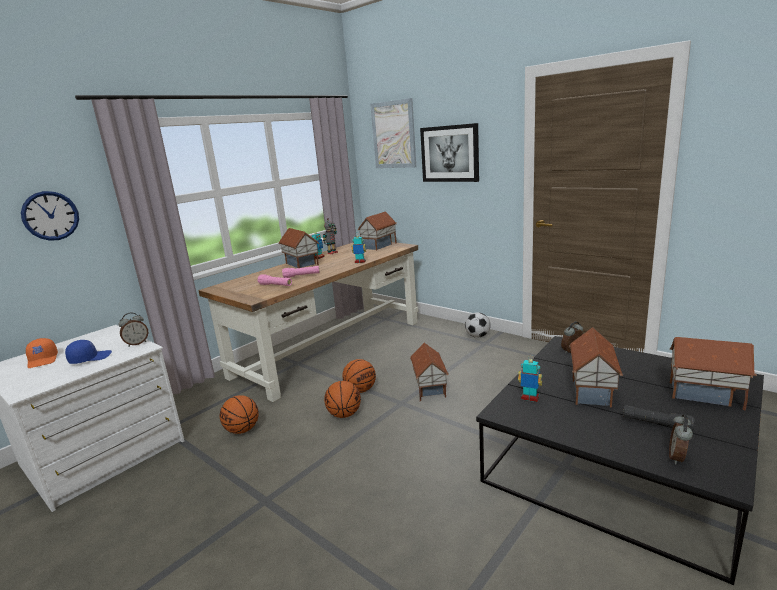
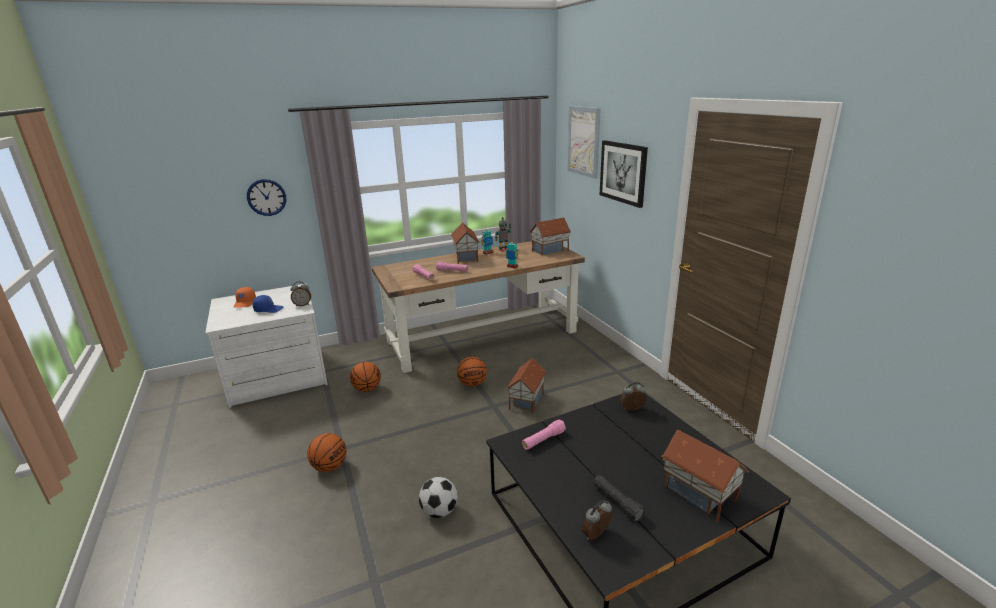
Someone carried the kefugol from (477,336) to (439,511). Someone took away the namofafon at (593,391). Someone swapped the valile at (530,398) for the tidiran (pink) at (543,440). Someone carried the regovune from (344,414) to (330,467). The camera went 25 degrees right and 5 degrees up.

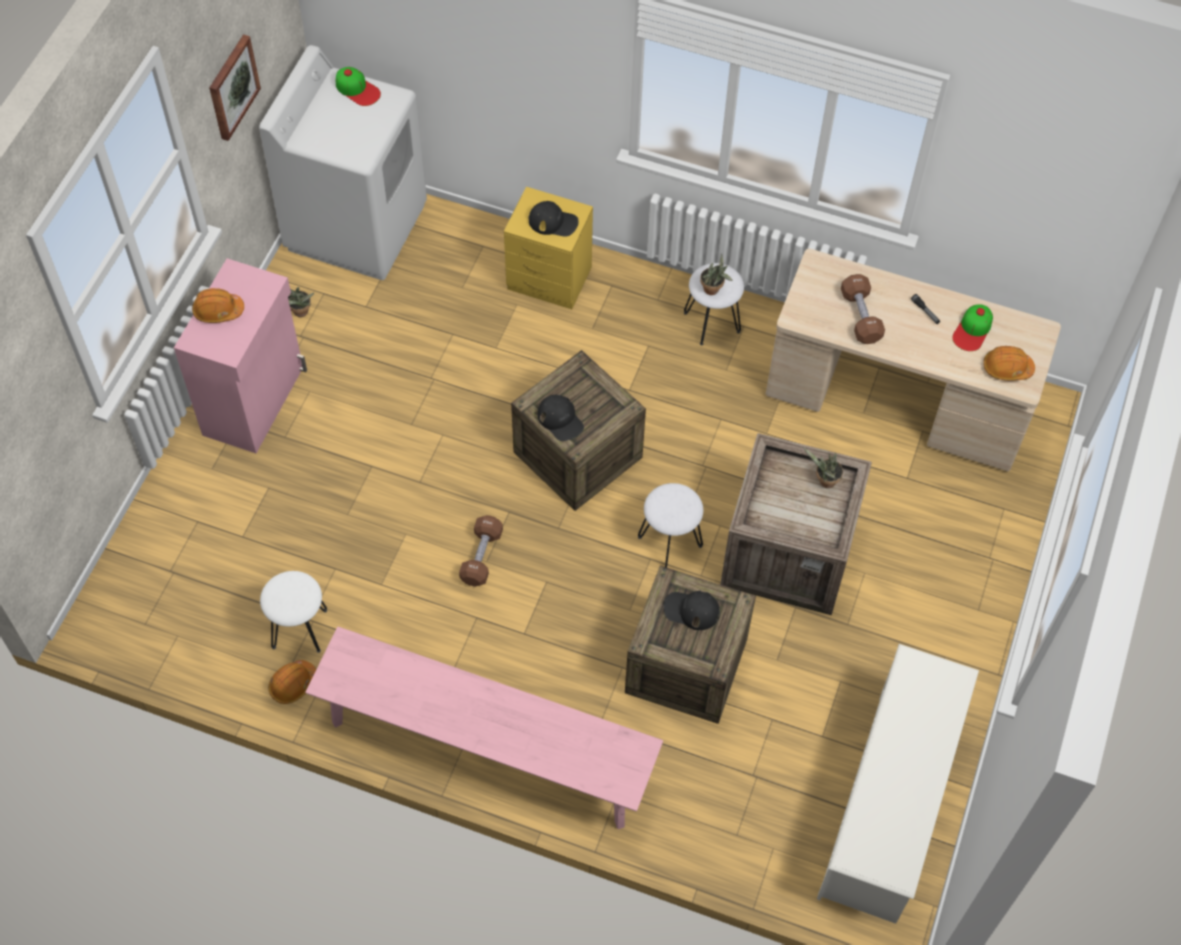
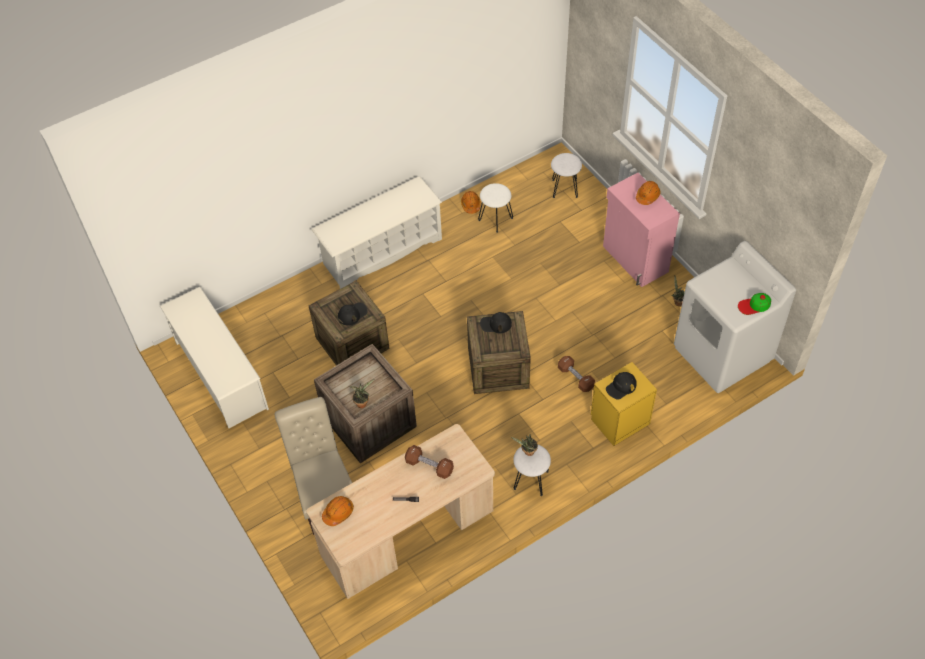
Someone took away the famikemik at (232,87). Someone took away the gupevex at (972,330). Someone carried the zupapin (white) from (669,541) to (565,188). Someone carried the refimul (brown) from (481,556) to (575,378). Someone swapped the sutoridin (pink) at (486,750) for the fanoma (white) at (382,251). Someone put down the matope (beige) at (325,495). The camera went 130 degrees right and 5 degrees down.

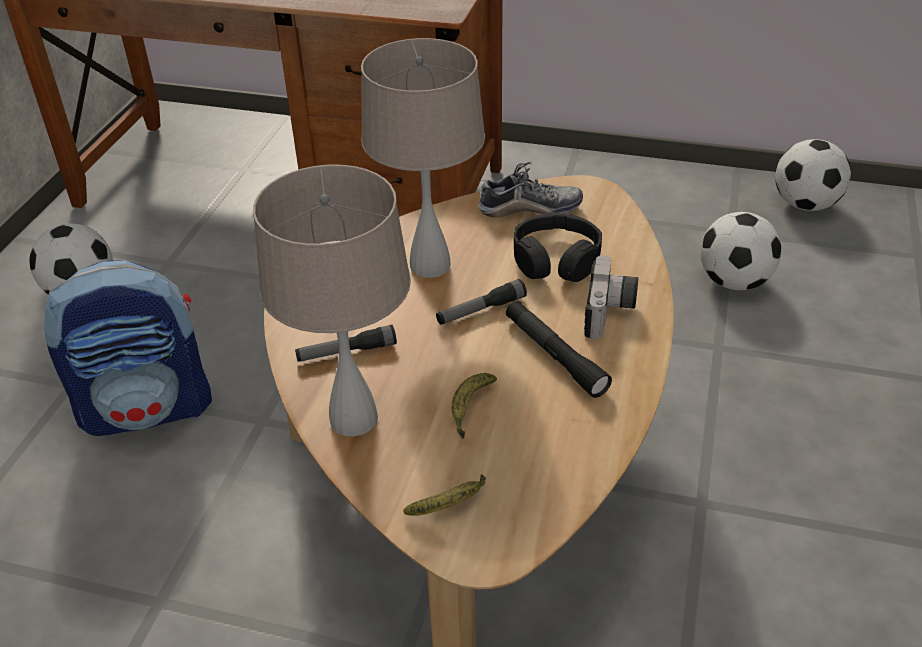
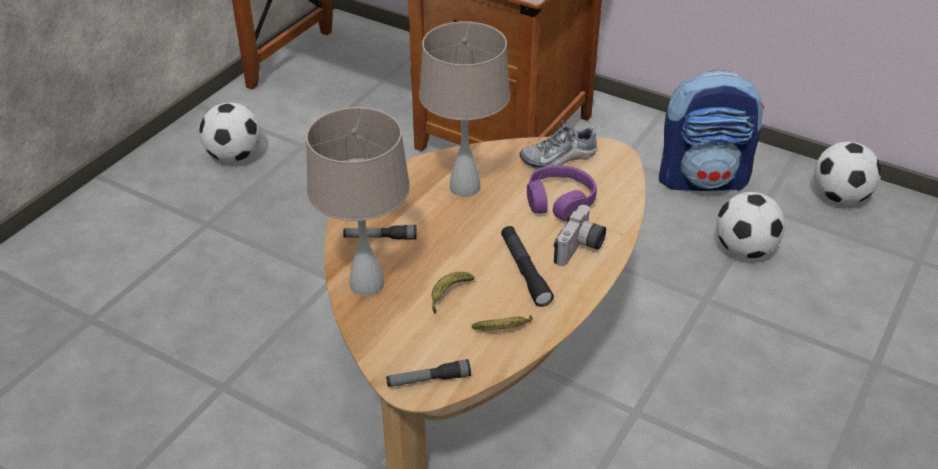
Someone rotated the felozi at (530,208) by 150 degrees clockwise. Someone repainted the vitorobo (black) at (556,260), which became the vitorobo (purple) at (559,201). Someone carried the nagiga from (149,408) to (703,179). Someone carried the tidiran from (481,310) to (428,380). Someone carried the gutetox from (450,505) to (504,329). The camera went 15 degrees right and 0 degrees up.

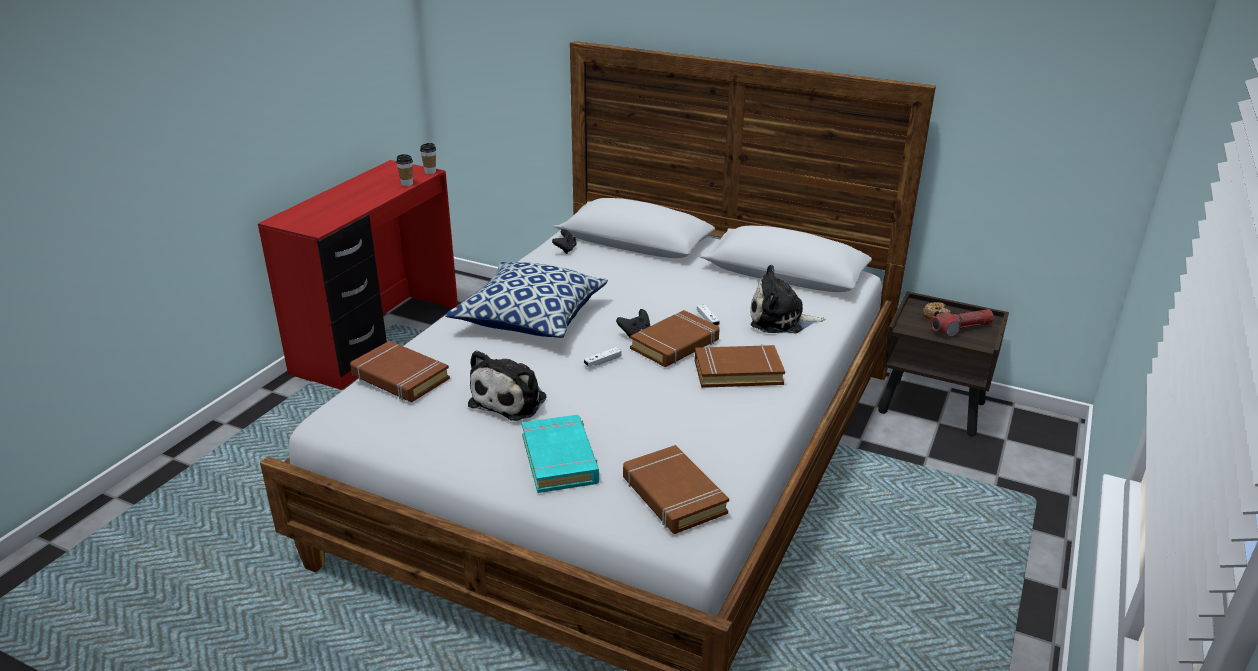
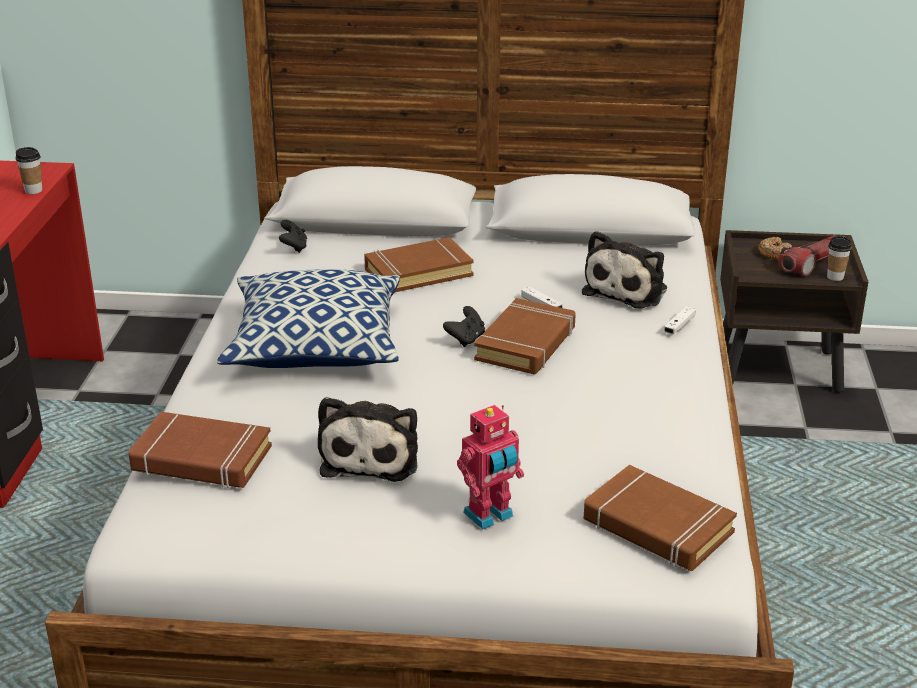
Someone carried the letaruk from (430,172) to (835,277). Someone rotated the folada at (780,320) by 45 degrees counterclockwise. Someone carried the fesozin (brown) from (738,372) to (418,272). Someone carried the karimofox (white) from (602,361) to (679,326). Someone swapped the fesozin (turquoise) at (560,459) for the valile at (490,516). The camera went 20 degrees left and 0 degrees up.

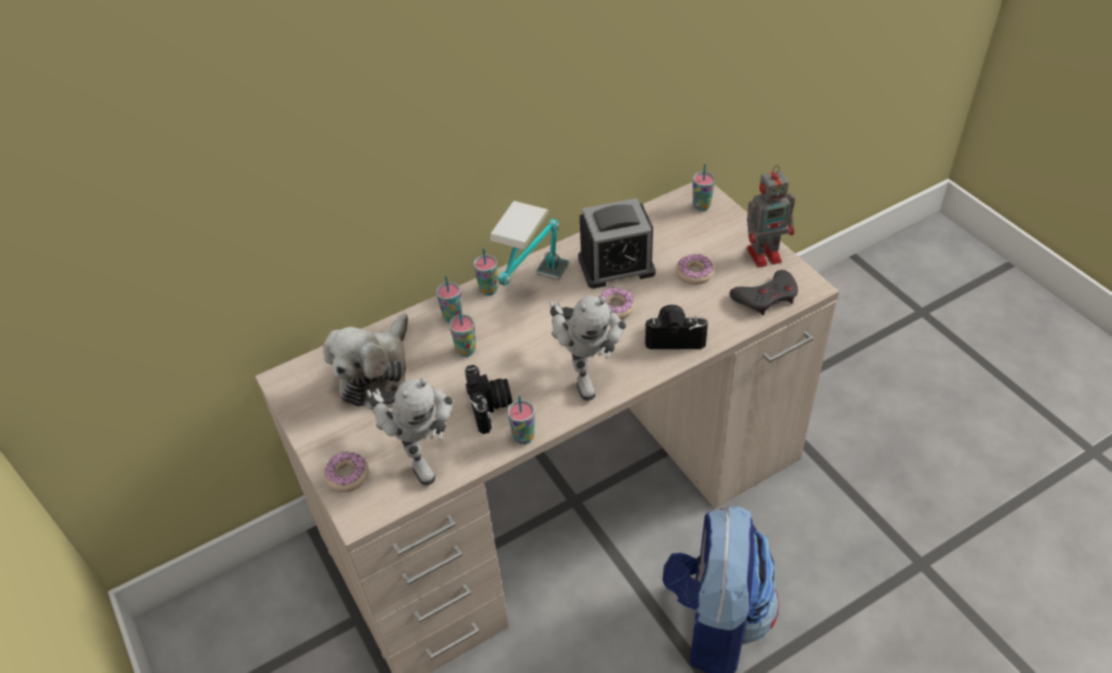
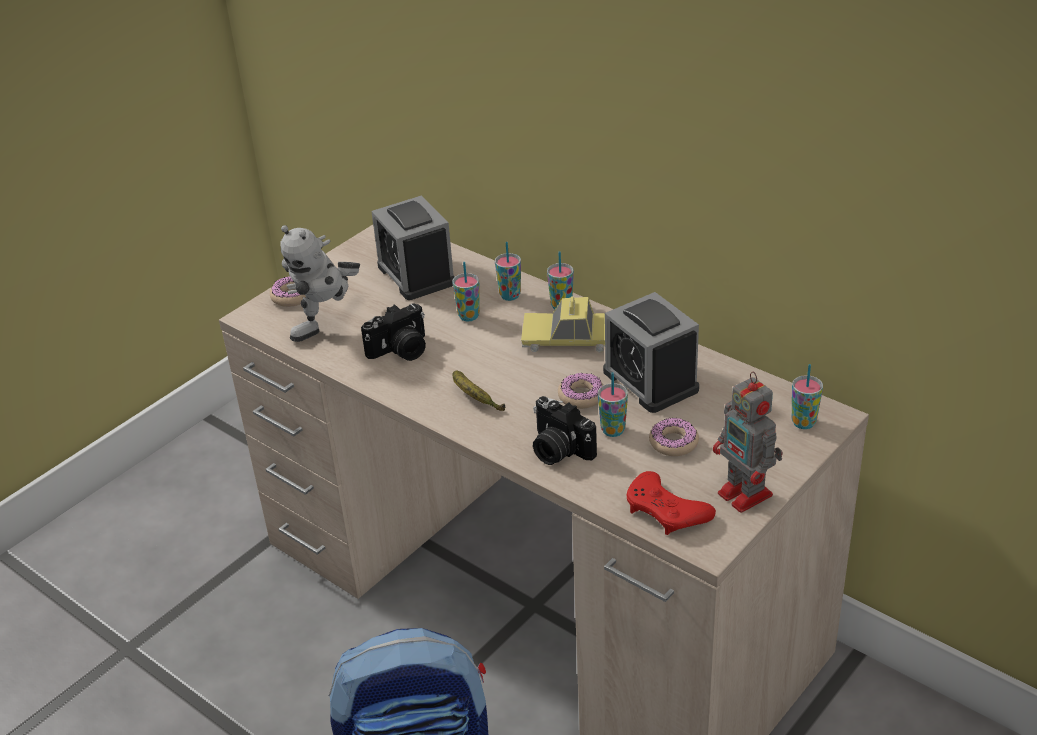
Someone swapped the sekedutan at (535,296) for the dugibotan at (568,338). Someone repainted the karimofox (grey) at (766,297), which became the karimofox (red) at (666,510). Someone swapped the valile at (585,372) for the gutetox at (474,398). Someone rotated the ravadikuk at (675,337) by 150 degrees clockwise. Someone swapped the folada at (376,373) for the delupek at (416,275). Someone carried the letaruk from (523,437) to (613,430). The camera went 70 degrees right and 10 degrees down.

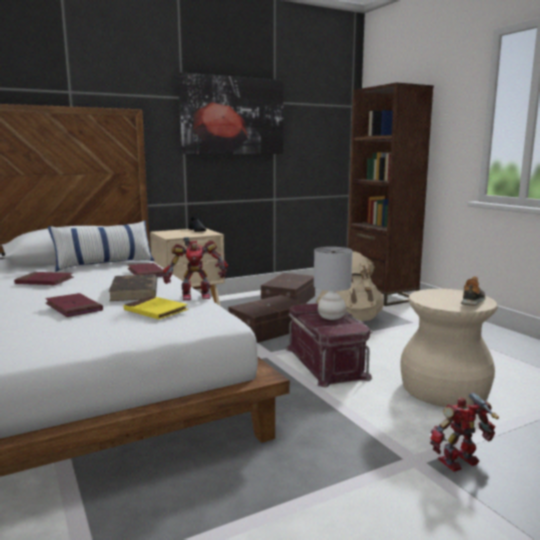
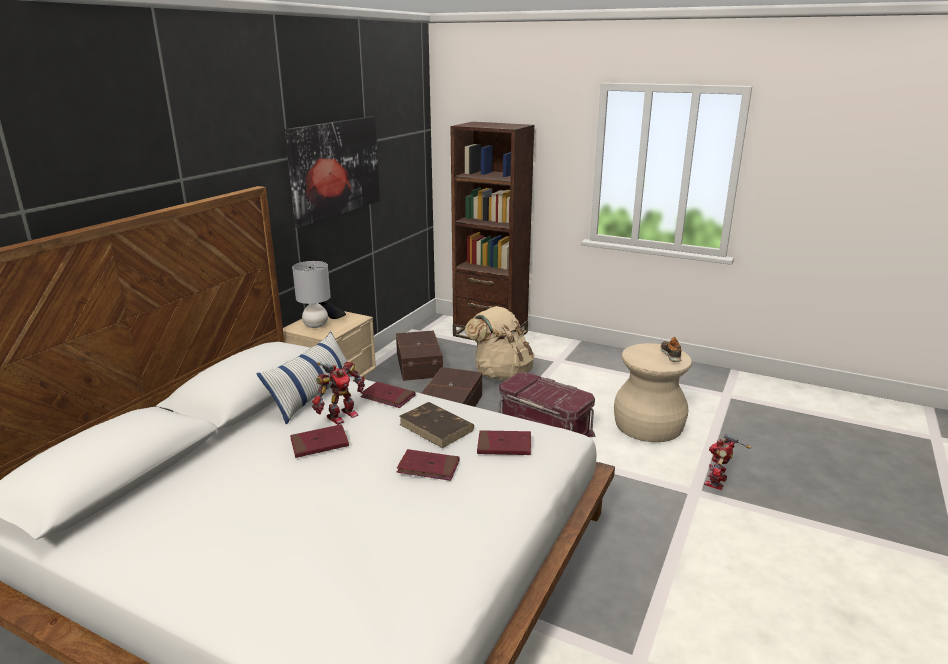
Someone carried the valile from (195,296) to (340,415). Someone carried the sekedutan (grey) from (331,317) to (316,325). Someone repainted the fesozin (yellow) at (155,311), which became the fesozin (red) at (504,446). The camera went 35 degrees left and 10 degrees up.

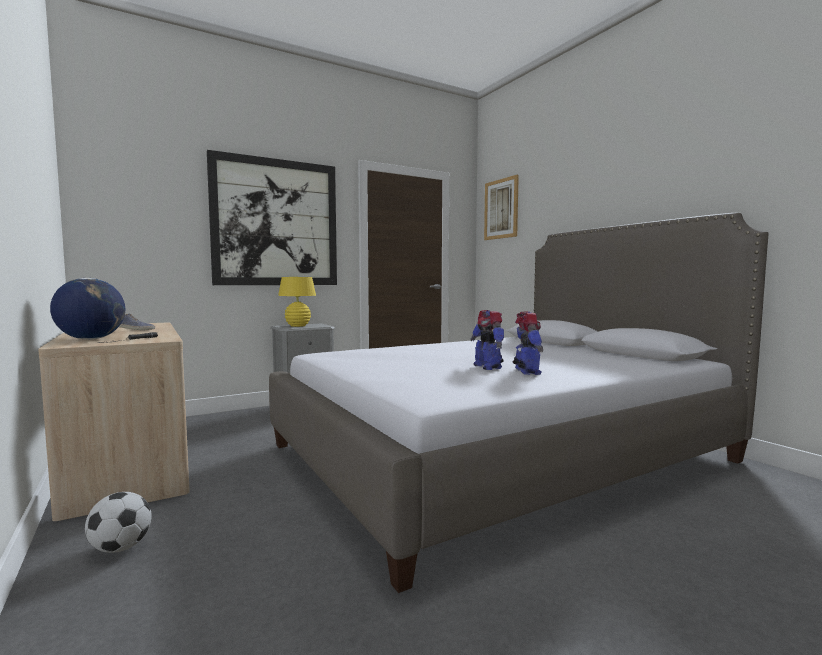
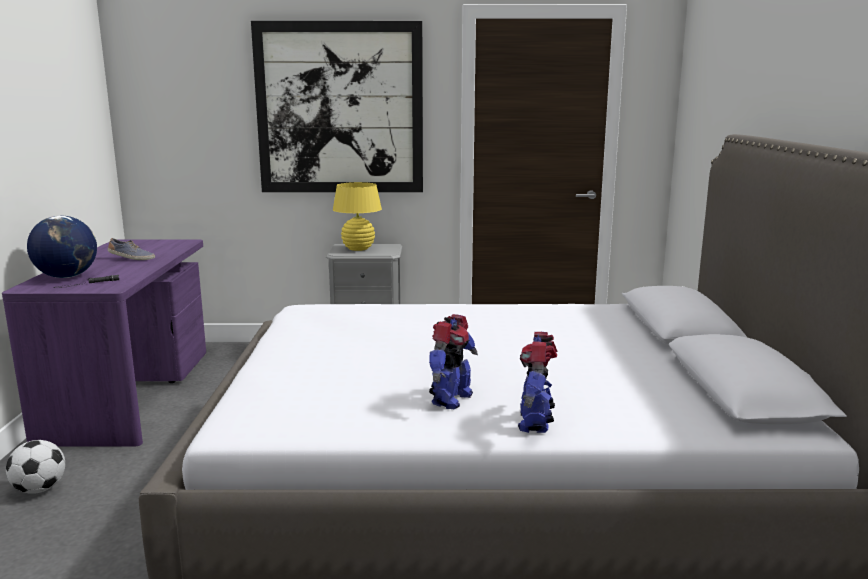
Someone took away the famikemik at (501,209). Someone carried the valile from (488,367) to (536,422). Someone repainted the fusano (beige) at (127,463), which became the fusano (purple) at (132,395). The camera went 30 degrees right and 10 degrees up.

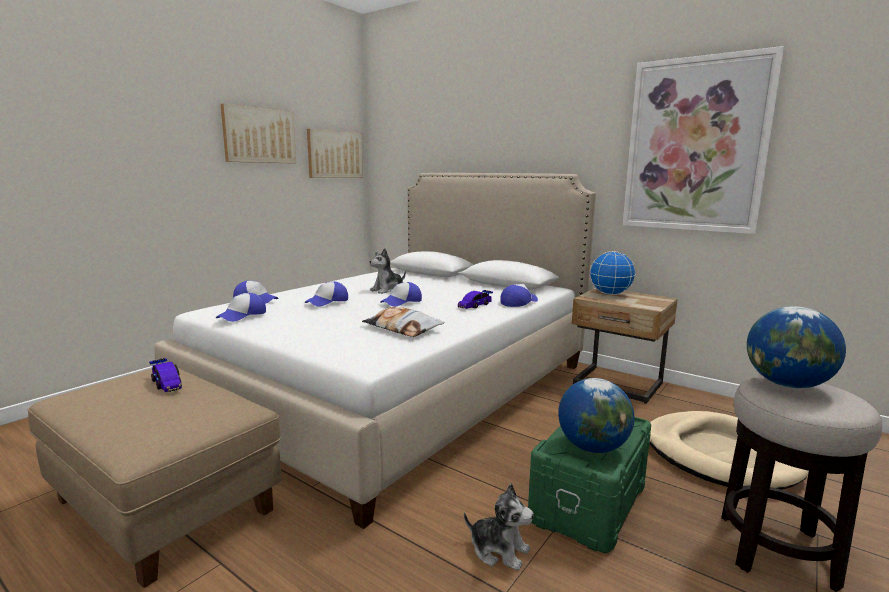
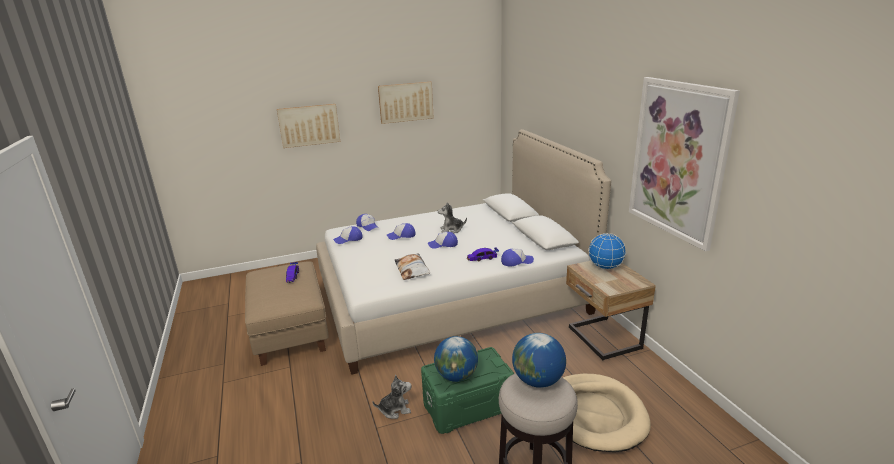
Someone carried the famikemik from (335,154) to (309,125). Someone rotated the folada at (499,550) by 75 degrees counterclockwise. The camera went 35 degrees right and 10 degrees up.

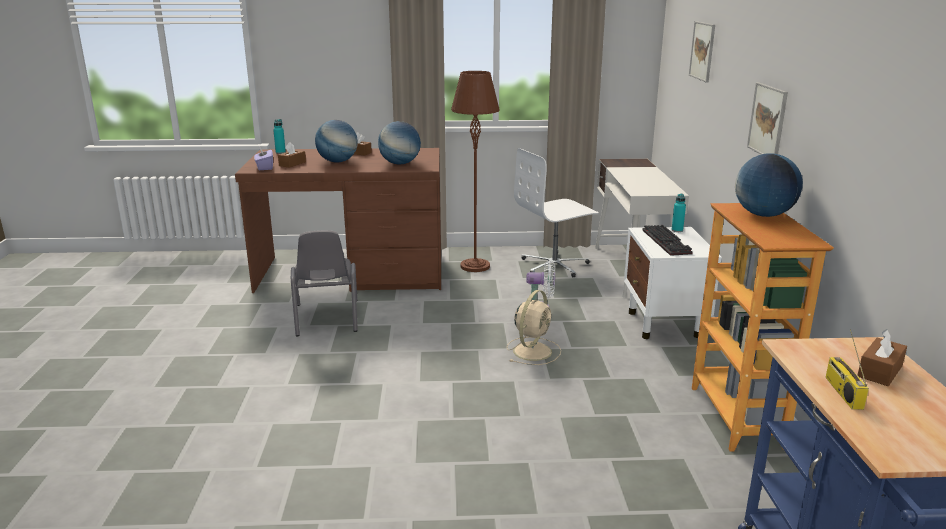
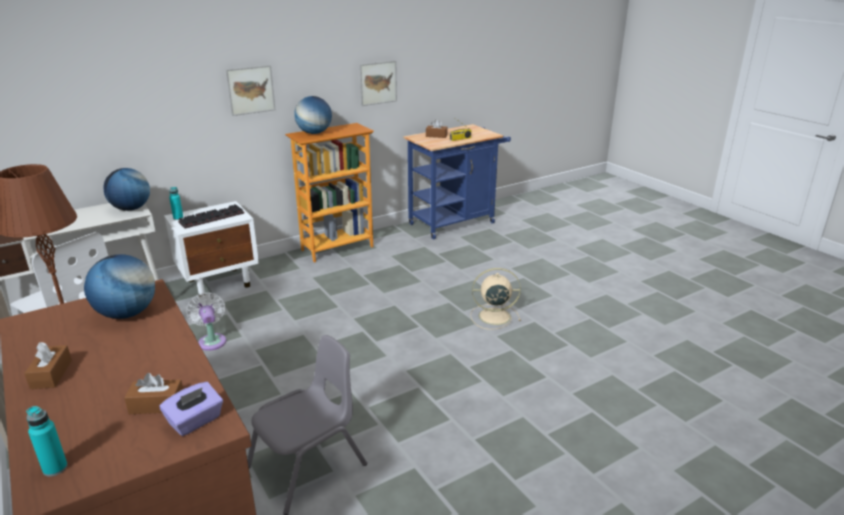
Someone carried the famikemik from (702,51) to (378,83). Someone carried the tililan from (337,161) to (131,209). Someone carried the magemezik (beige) from (533,350) to (493,316). The camera went 120 degrees left and 5 degrees up.

